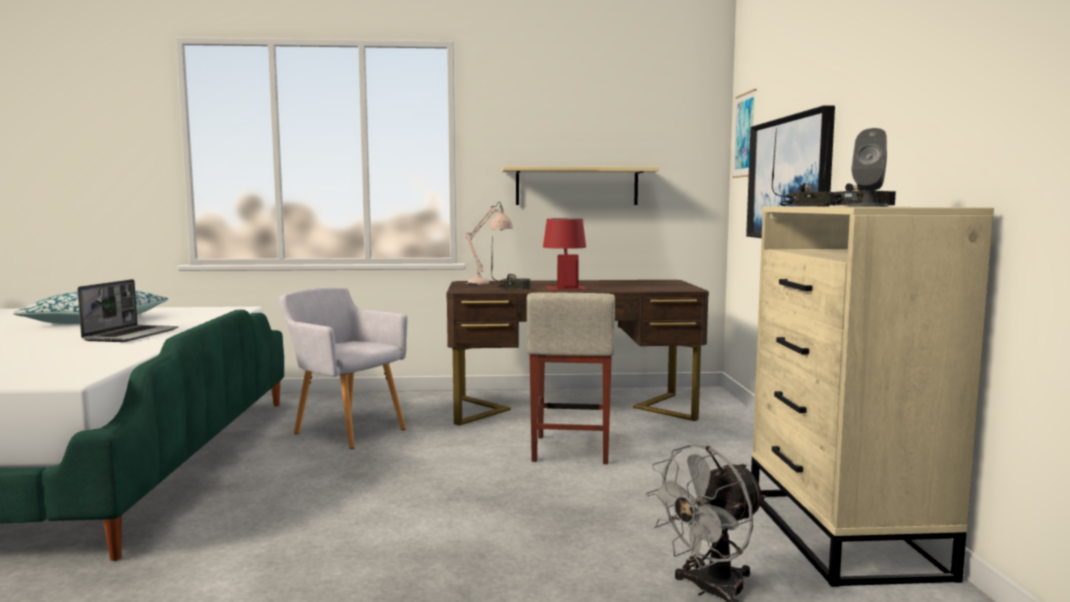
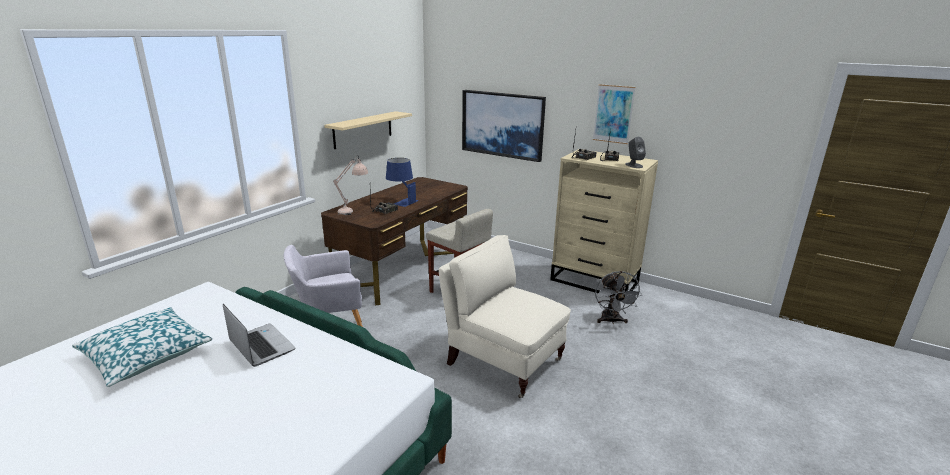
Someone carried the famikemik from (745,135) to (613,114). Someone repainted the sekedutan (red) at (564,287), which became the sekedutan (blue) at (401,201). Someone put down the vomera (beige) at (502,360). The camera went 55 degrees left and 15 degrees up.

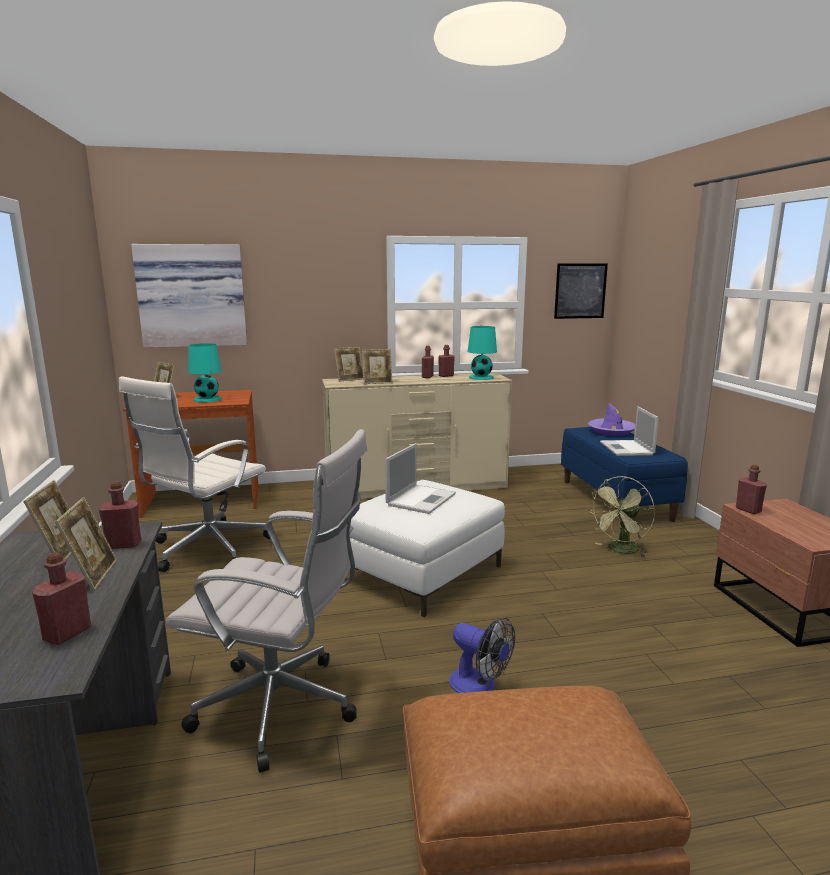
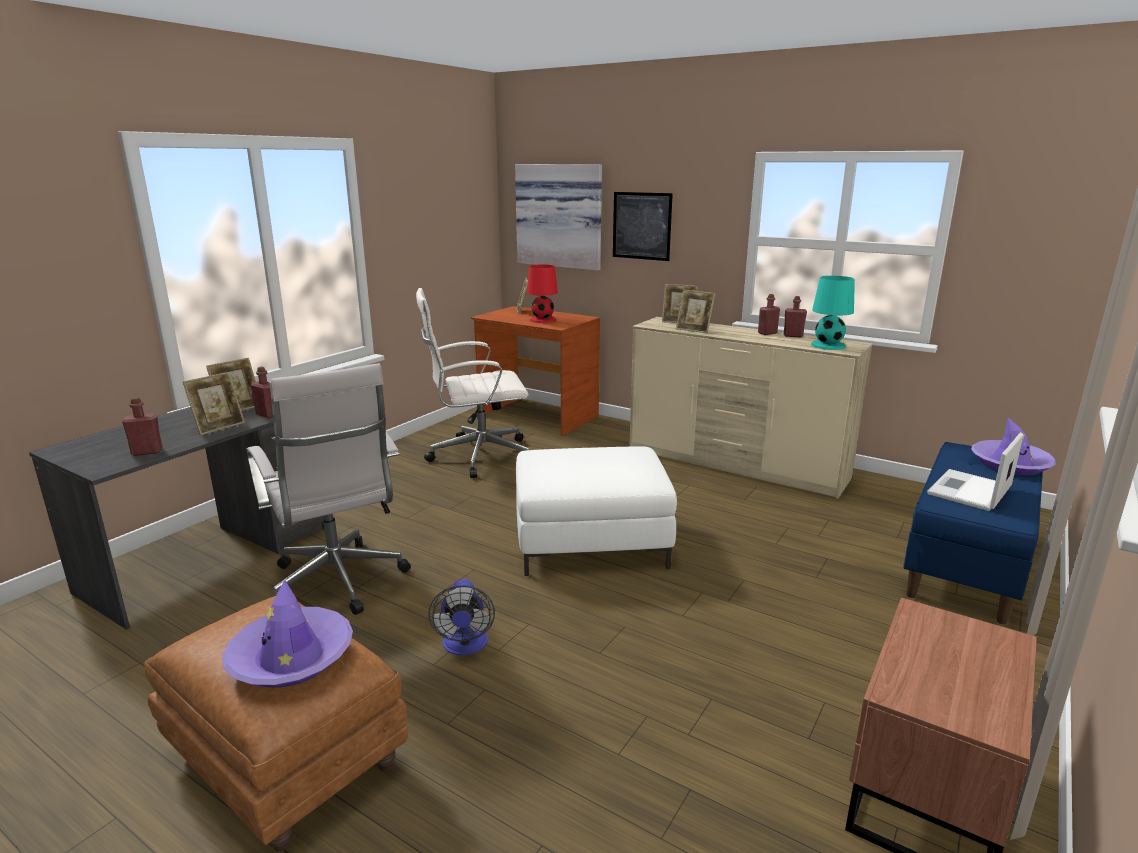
Someone carried the famikemik from (580,291) to (641,226). Someone repainted the sekedutan (turquoise) at (207,399), which became the sekedutan (red) at (542,320). Someone took away the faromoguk at (421,499). Someone took away the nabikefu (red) at (748,510). Someone took away the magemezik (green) at (620,551). Someone put down the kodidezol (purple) at (291,657). The camera went 45 degrees right and 5 degrees up.

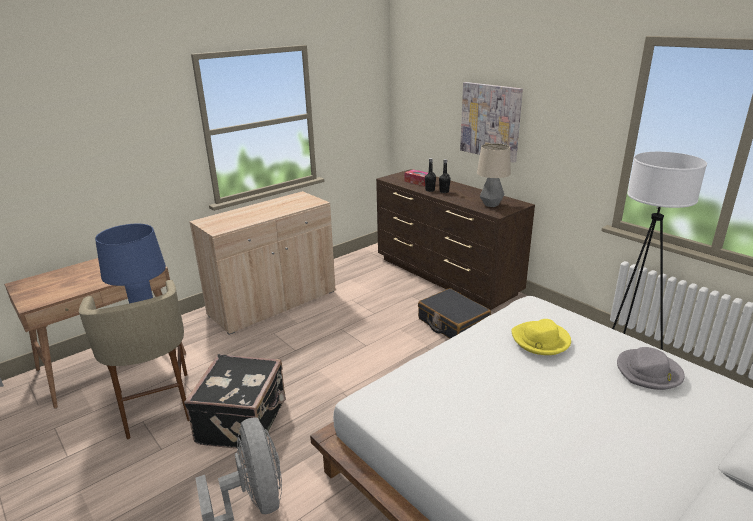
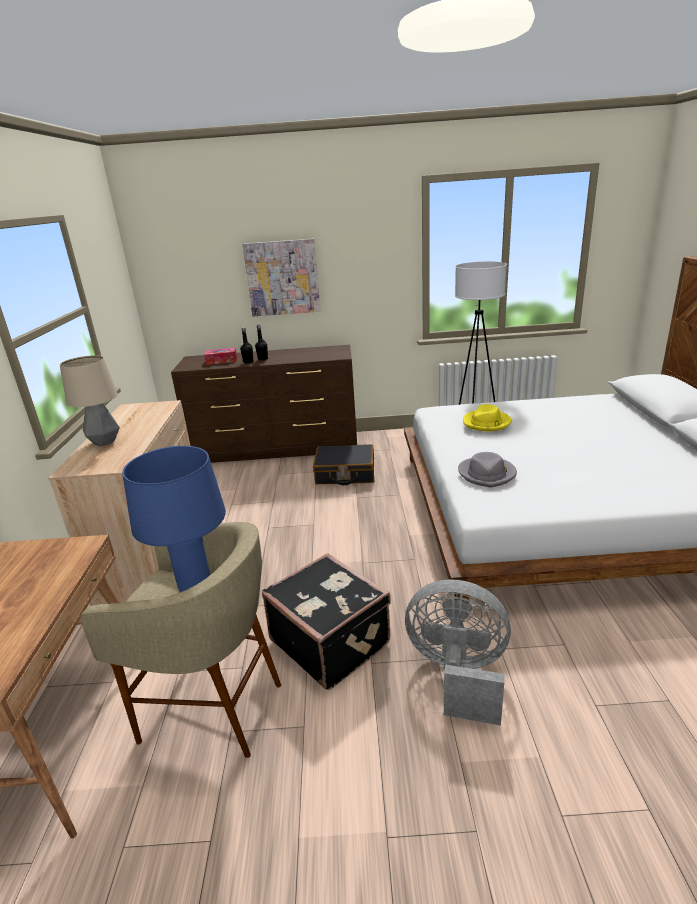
Someone carried the sekedutan from (491,205) to (105,442). Someone carried the kodidezol (grey) from (649,372) to (487,474). The camera went 50 degrees left and 0 degrees up.

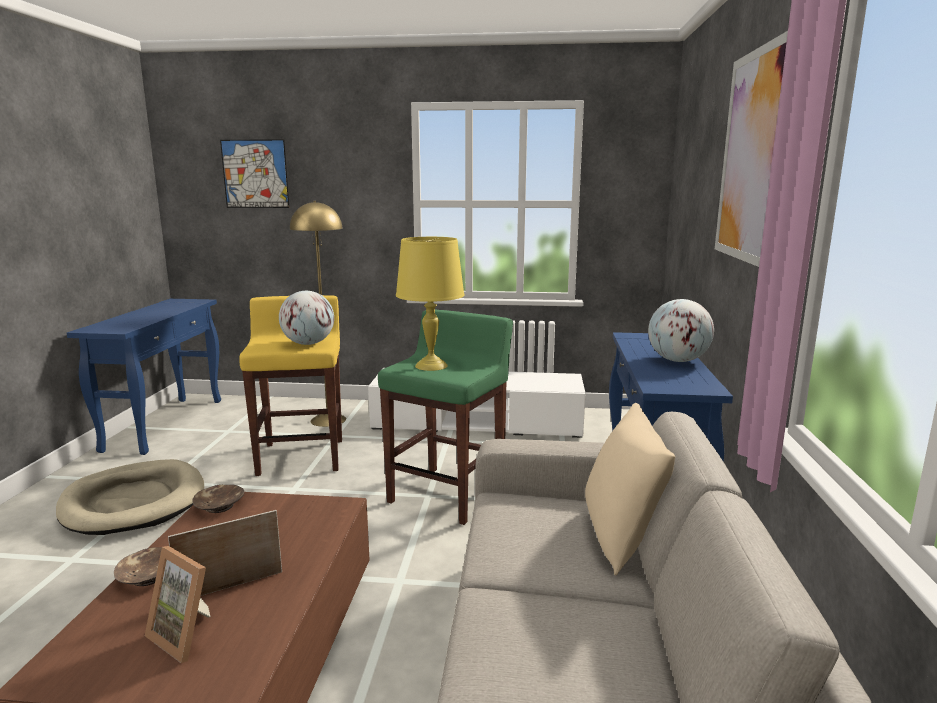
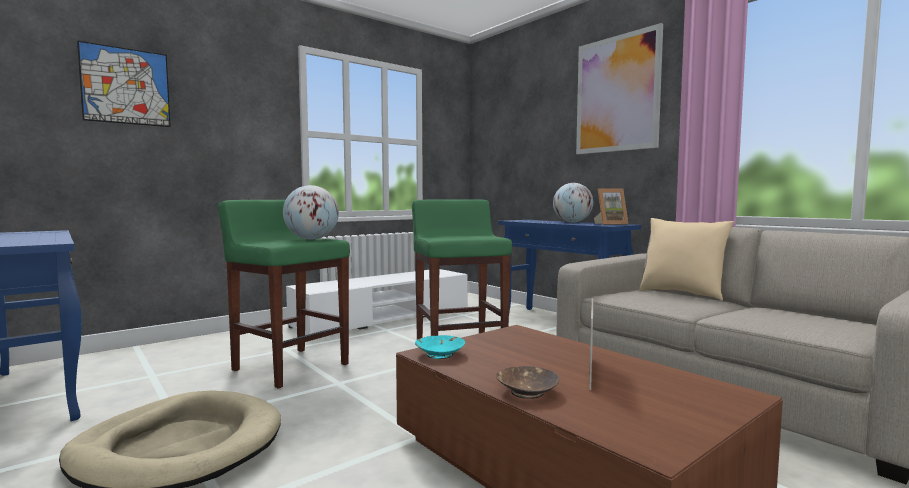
Someone took away the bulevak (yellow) at (328,420). Someone took away the sekedutan (yellow) at (430,365). Someone repainted the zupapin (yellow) at (302,456), which became the zupapin (green) at (290,367). Someone repainted the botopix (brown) at (220,506), which became the botopix (turquoise) at (439,354). Someone carried the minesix from (188,635) to (610,224). The camera went 45 degrees left and 10 degrees down.

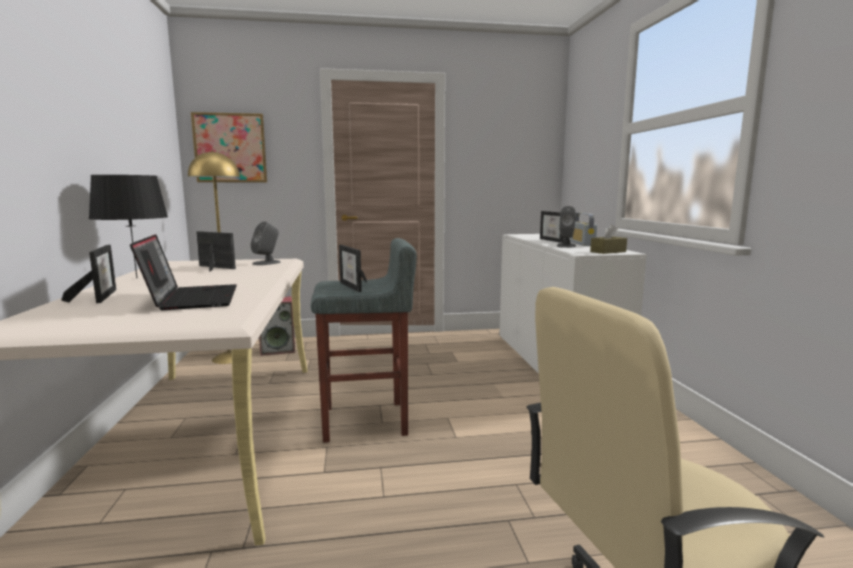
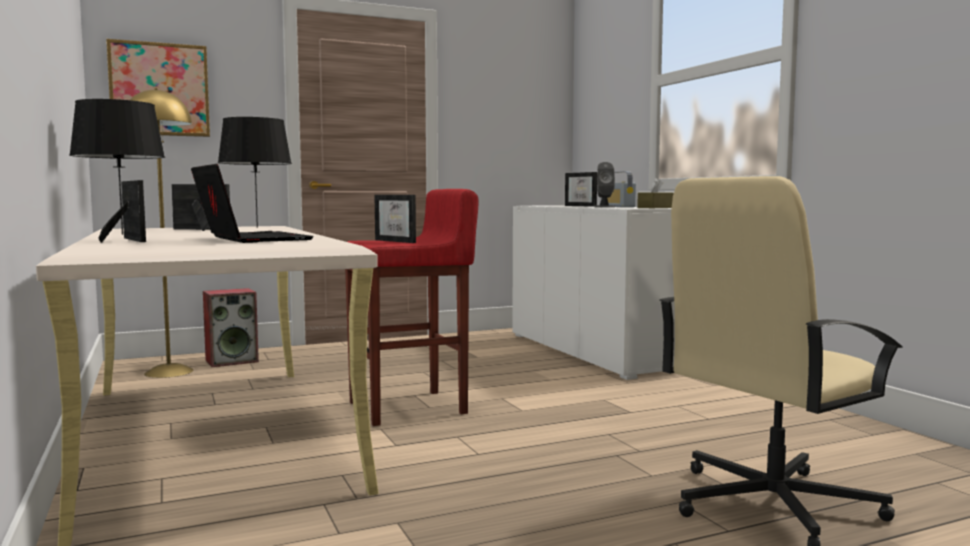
Someone swapped the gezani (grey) at (267,263) for the sekedutan (black) at (257,227). Someone repainted the zupapin (grey) at (366,421), which became the zupapin (red) at (410,408). The camera went 15 degrees left and 5 degrees down.

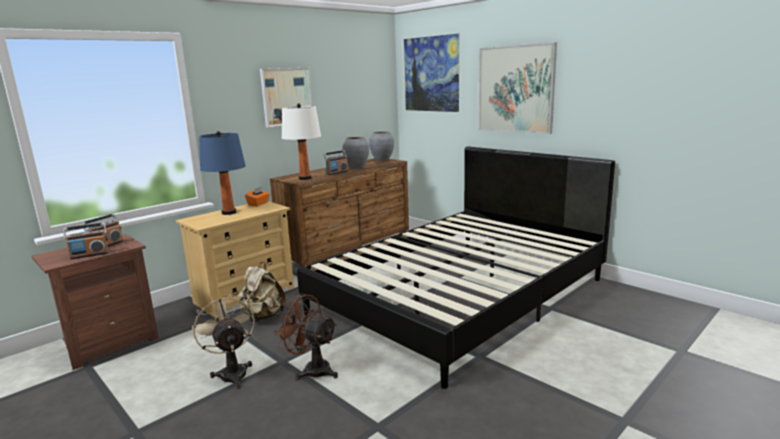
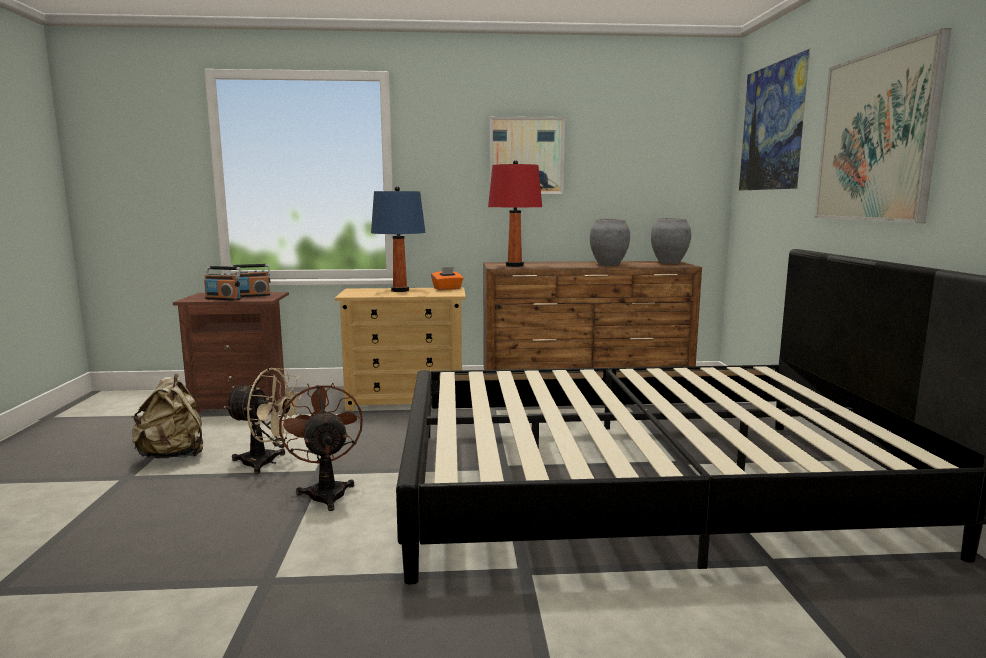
Someone repainted the sekedutan (white) at (305,178), which became the sekedutan (red) at (514,265). Someone took away the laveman at (337,172). Someone carried the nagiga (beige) from (262,317) to (173,455). Someone rotated the magemezik (beige) at (232,372) by 90 degrees clockwise. The camera went 40 degrees right and 5 degrees down.

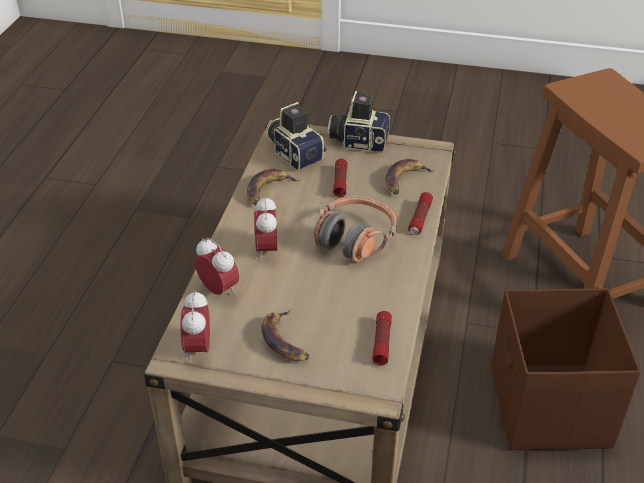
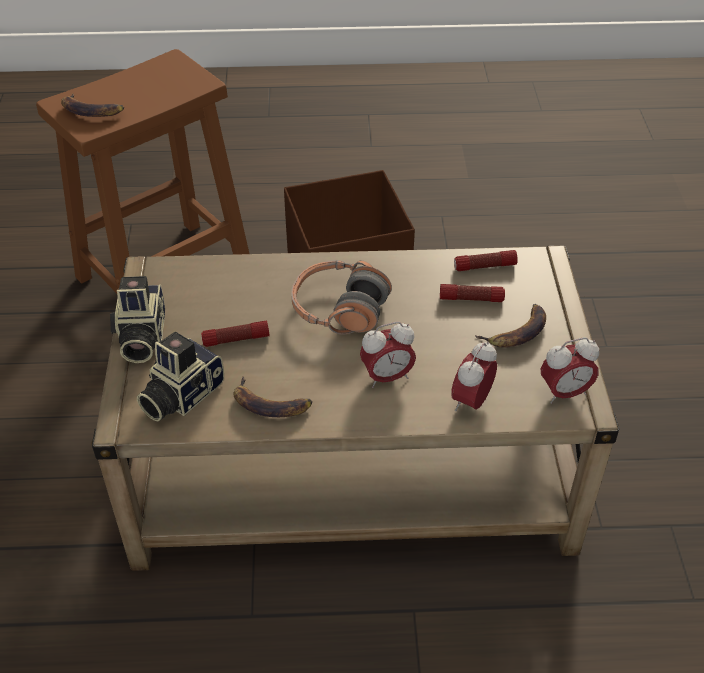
Someone carried the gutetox from (404,180) to (91,110). Someone carried the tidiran from (420,219) to (471,299). The camera went 105 degrees left and 5 degrees up.

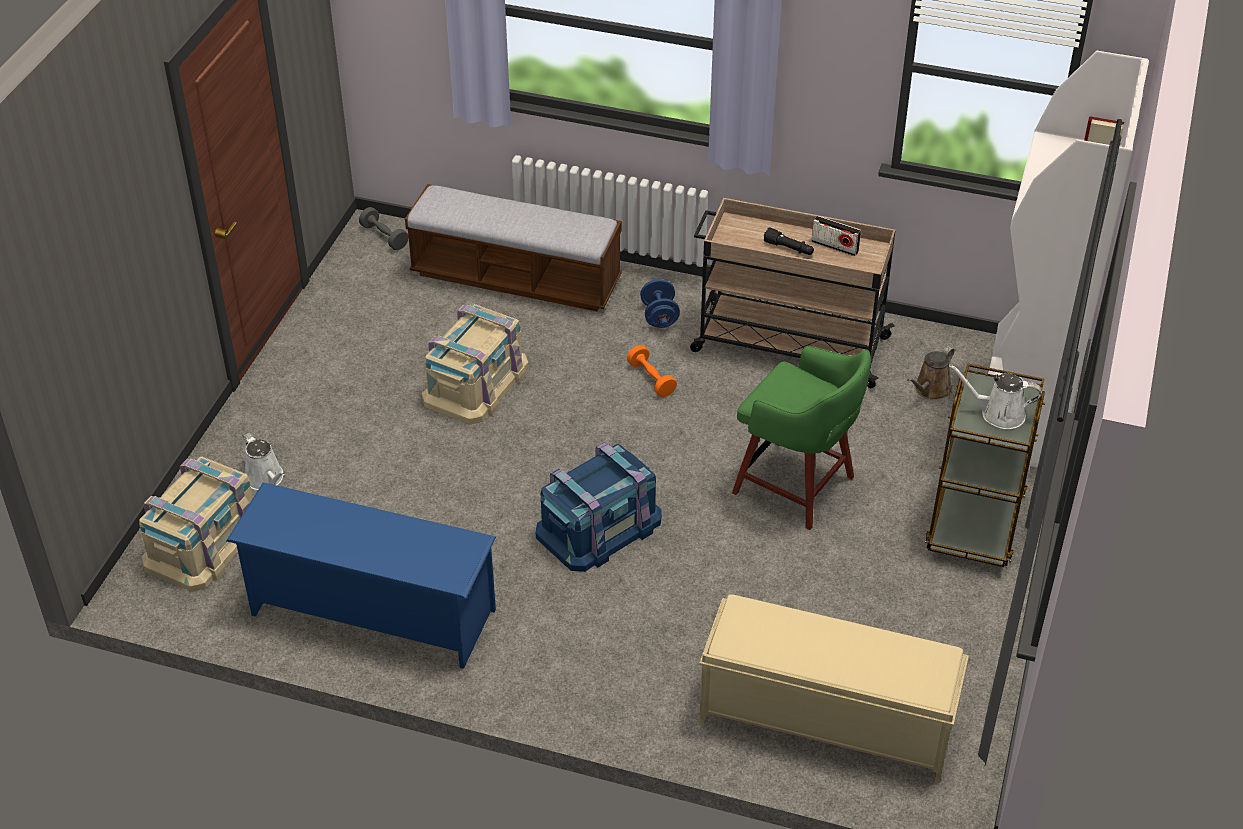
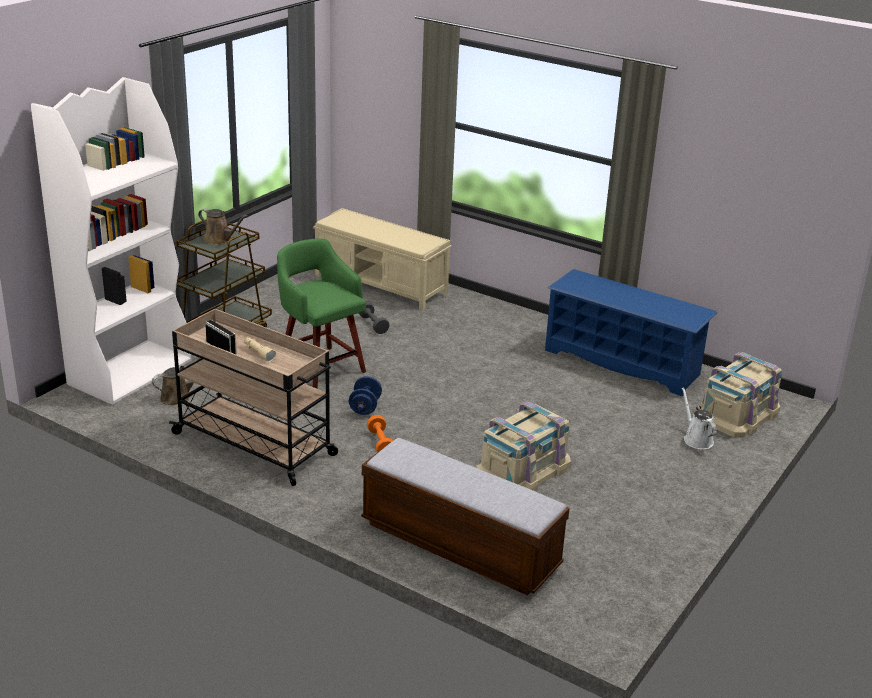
Someone carried the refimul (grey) from (384,237) to (373,325). Someone repainted the tidiran (black) at (789,248), which became the tidiran (beige) at (258,353). Someone carried the refimul (blue) from (659,316) to (365,407). Someone repainted the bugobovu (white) at (998,414), which became the bugobovu (brown) at (220,240). Someone took away the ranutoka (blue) at (599,527). The camera went 165 degrees left and 15 degrees down.

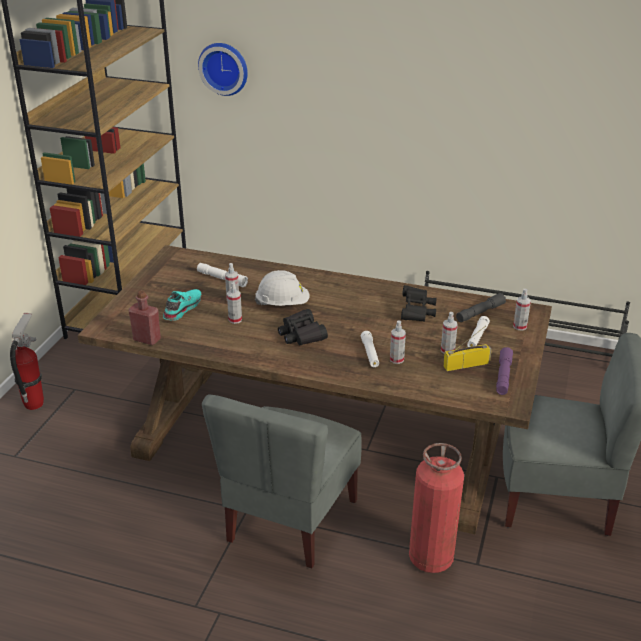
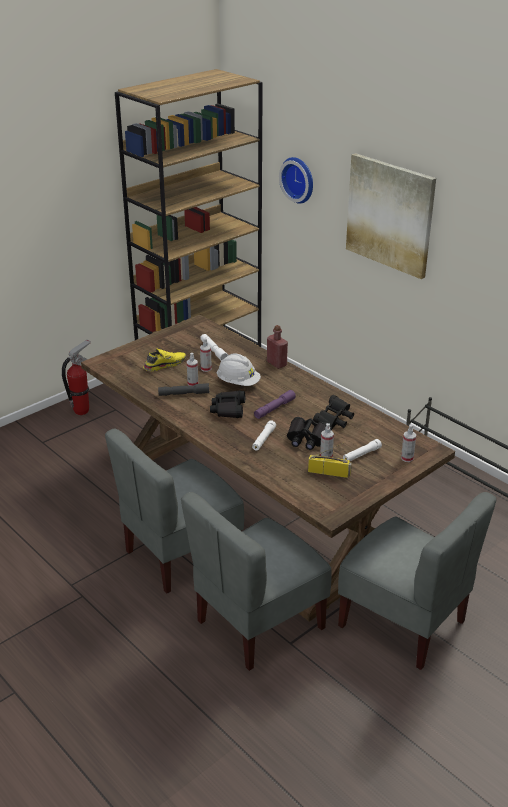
Someone repainted the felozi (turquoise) at (181,309), which became the felozi (yellow) at (164,364). Someone carried the nabikefu (red) from (147,339) to (276,363). Someone carried the tidiran (grey) from (480,312) to (184,394). Someone took away the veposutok at (396,359). Someone carried the tidiran (purple) from (503,376) to (274,408). Someone swapped the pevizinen at (431,558) for the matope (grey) at (258,624). Someone put up the famikemik at (390,215). Someone put down the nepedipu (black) at (307,439). The camera went 30 degrees right and 0 degrees up.

